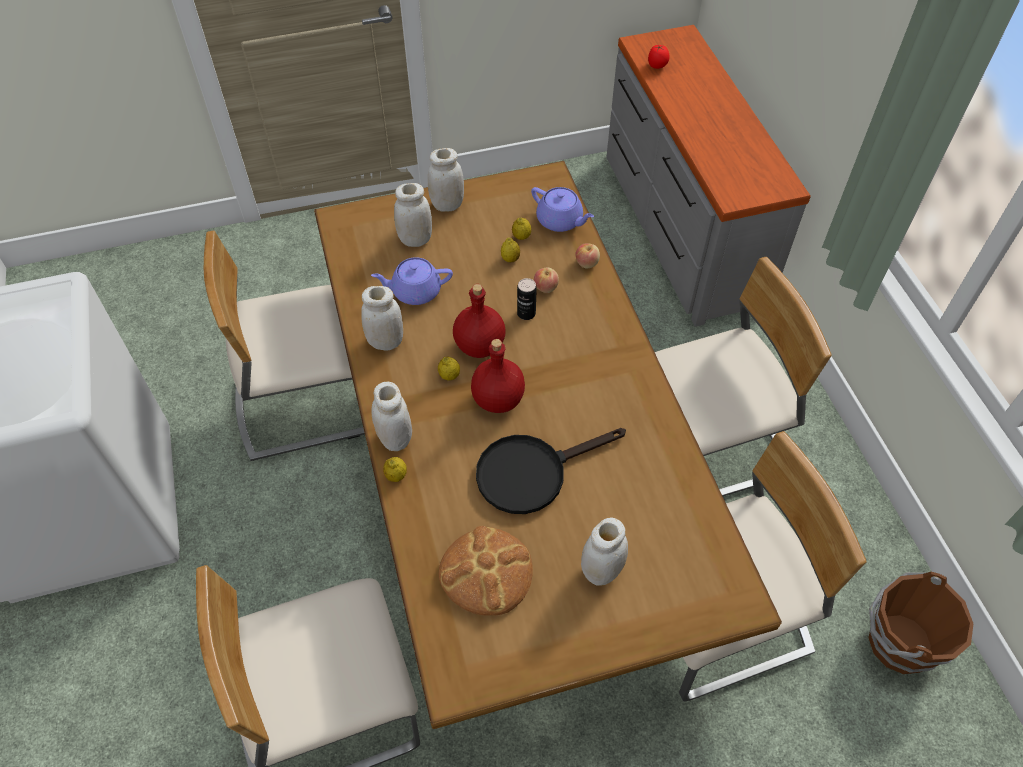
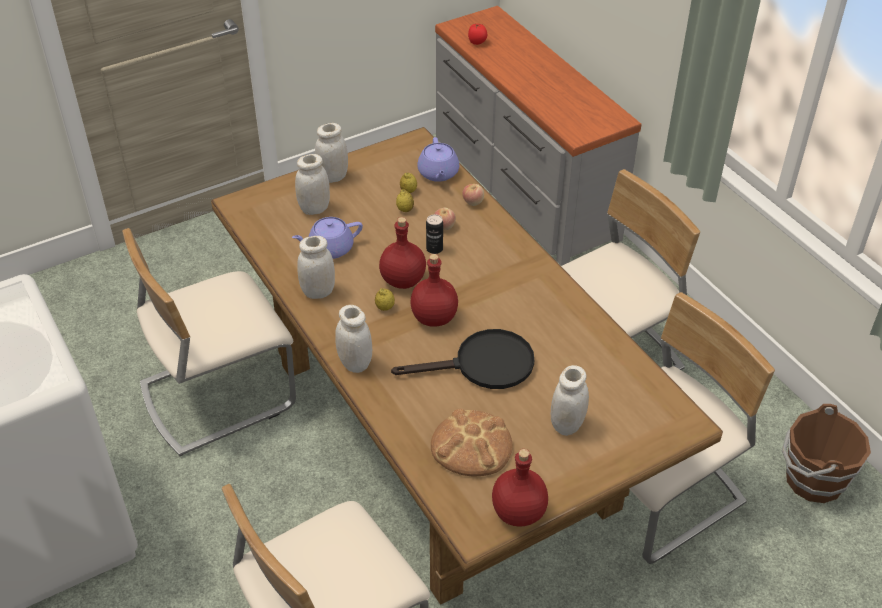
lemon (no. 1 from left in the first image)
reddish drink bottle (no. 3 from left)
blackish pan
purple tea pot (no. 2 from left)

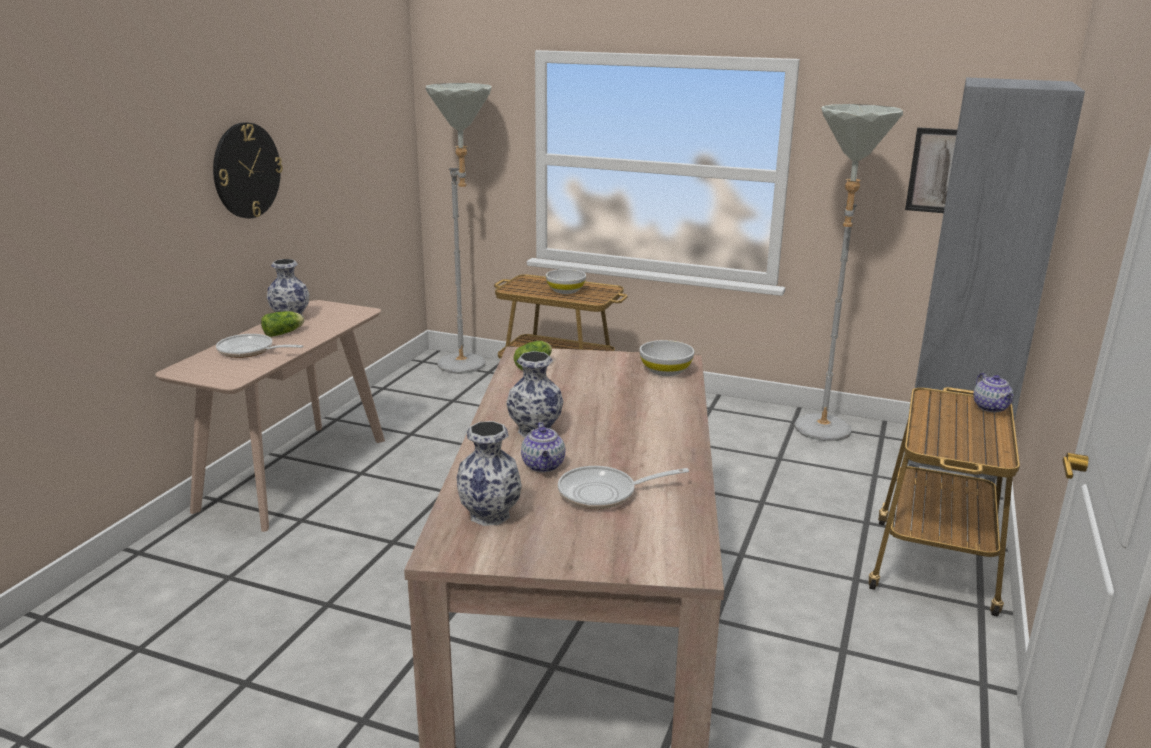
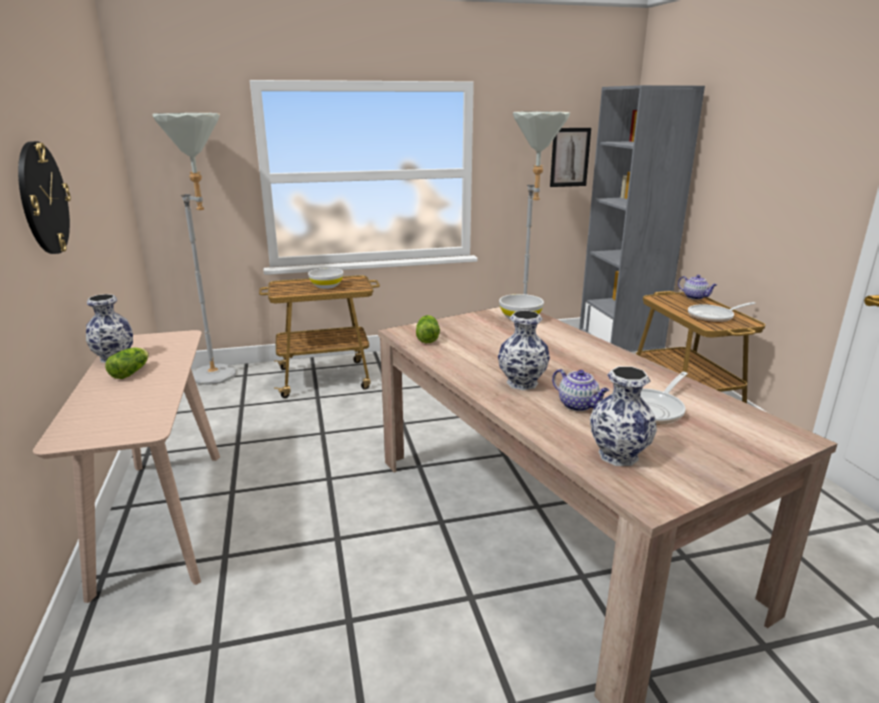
pan (no. 2 from left)

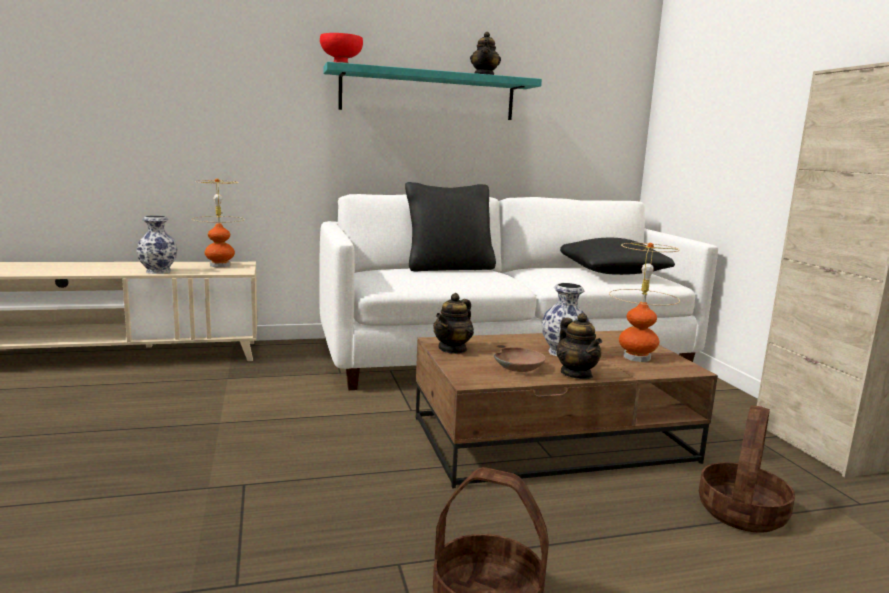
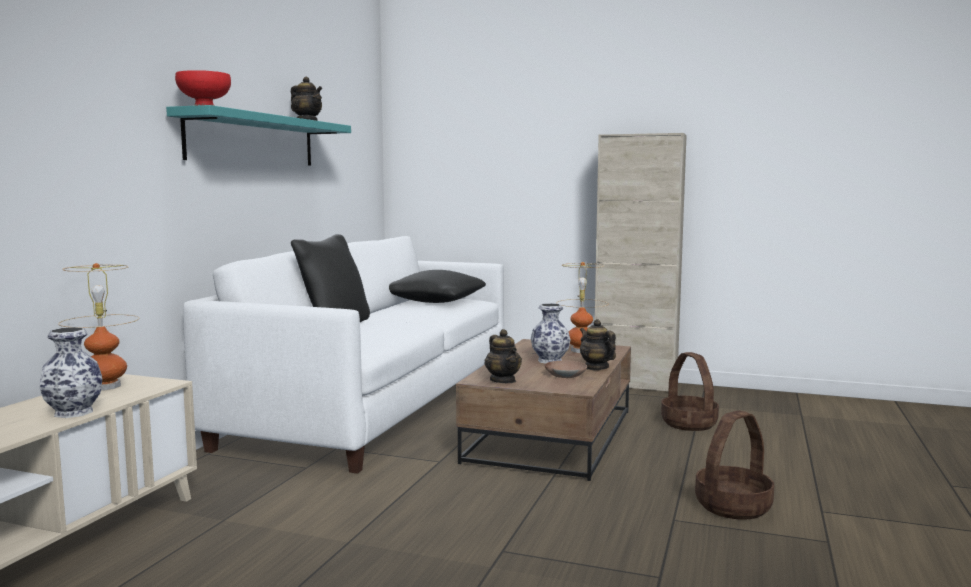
tea pot (no. 3 from left)

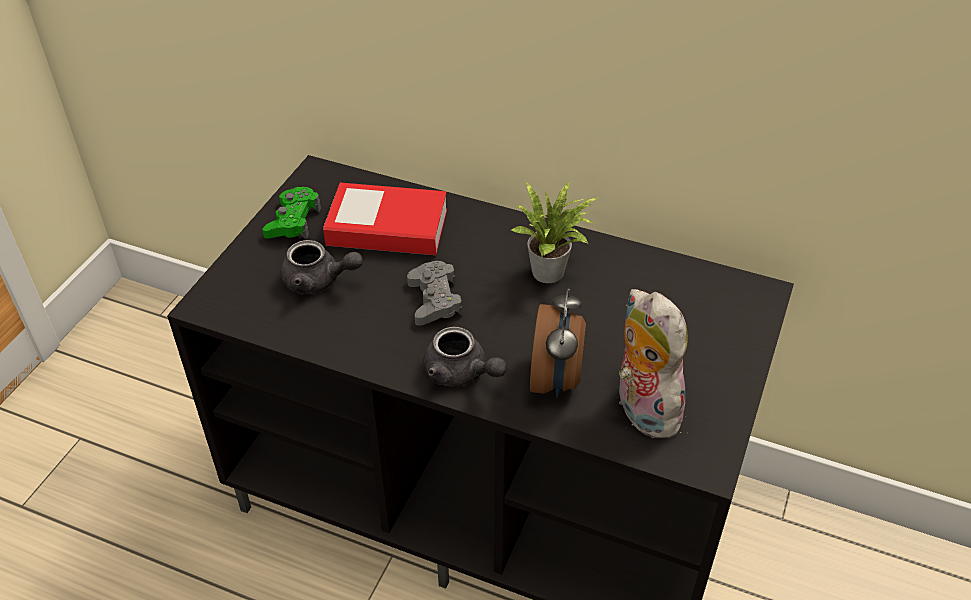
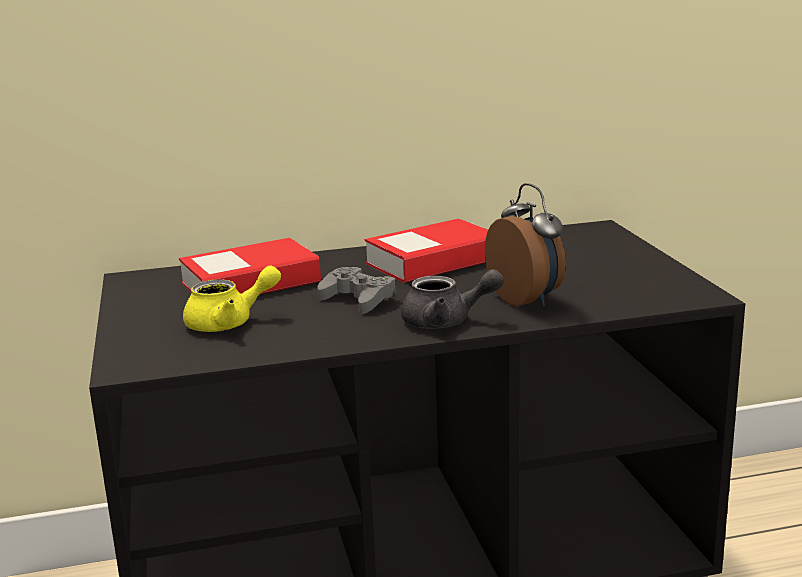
green-coloured gamepad
cuddly toy
book (no. 2 from left)
yellowish tea pot

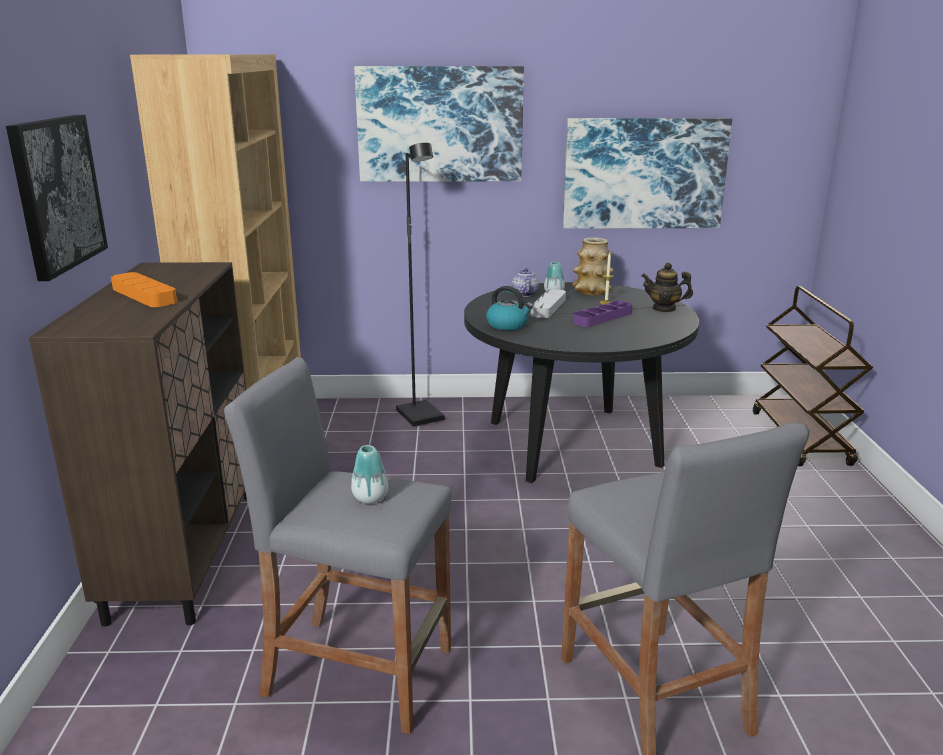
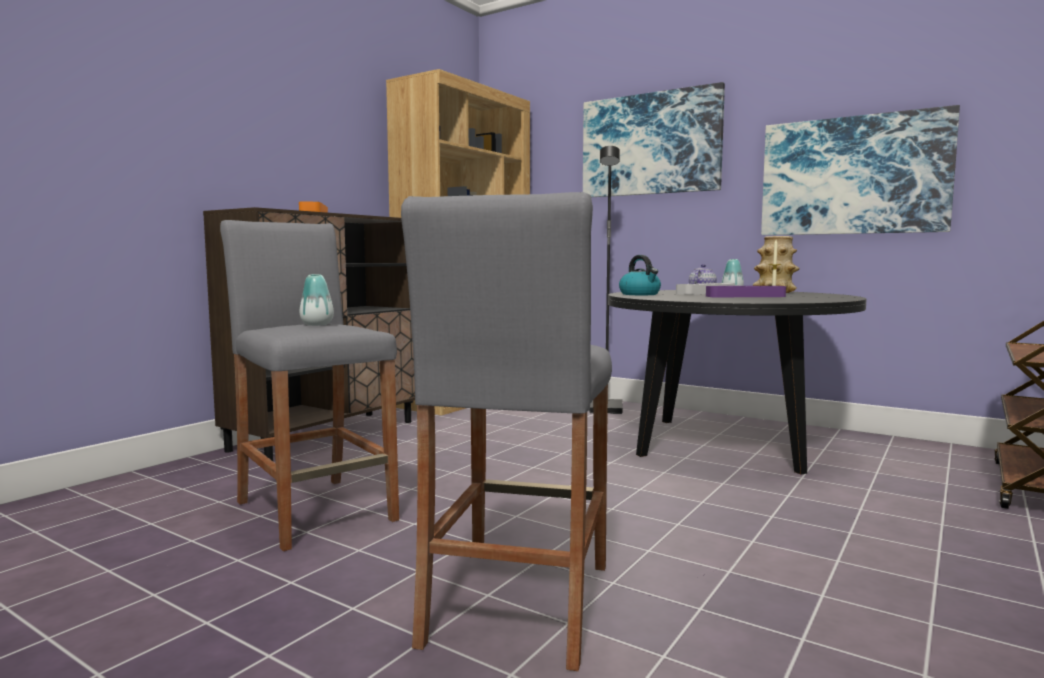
wall art (no. 1 from left in the first image)
tea pot (no. 2 from left in the first image)

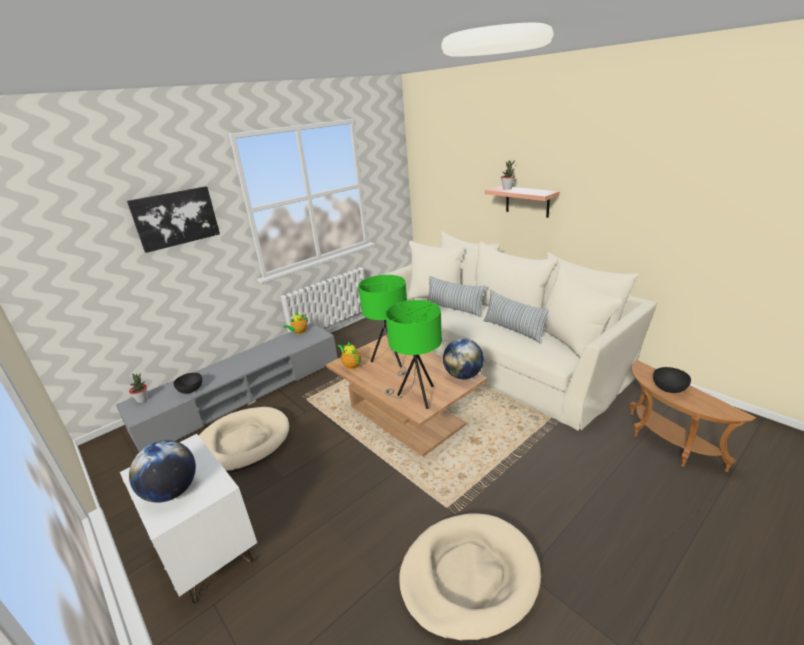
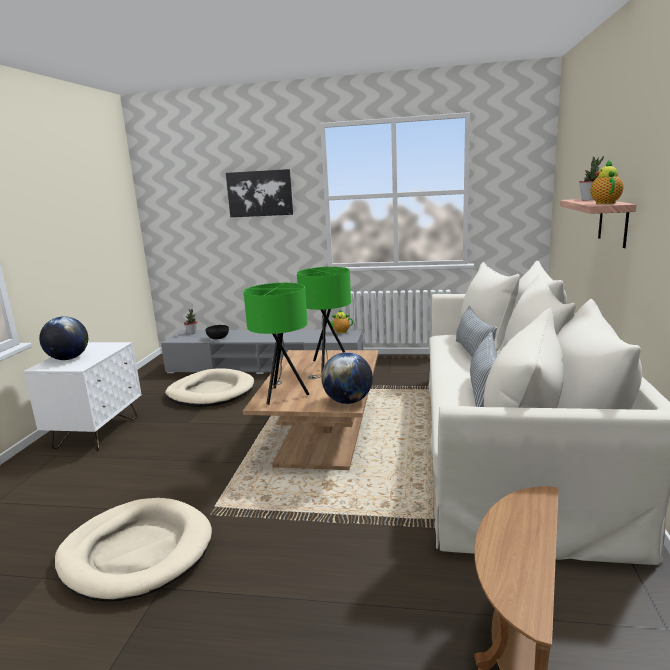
blackish deep dish (no. 2 from left in the first image)
tea pot (no. 2 from left)

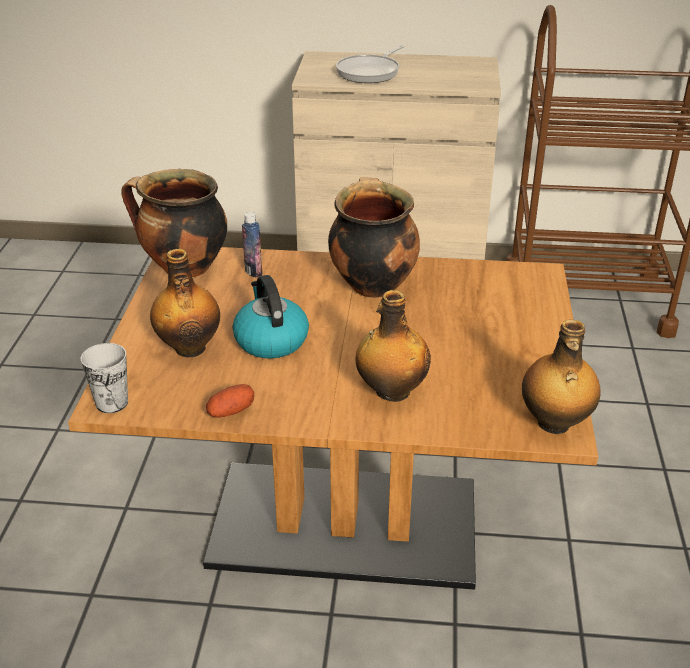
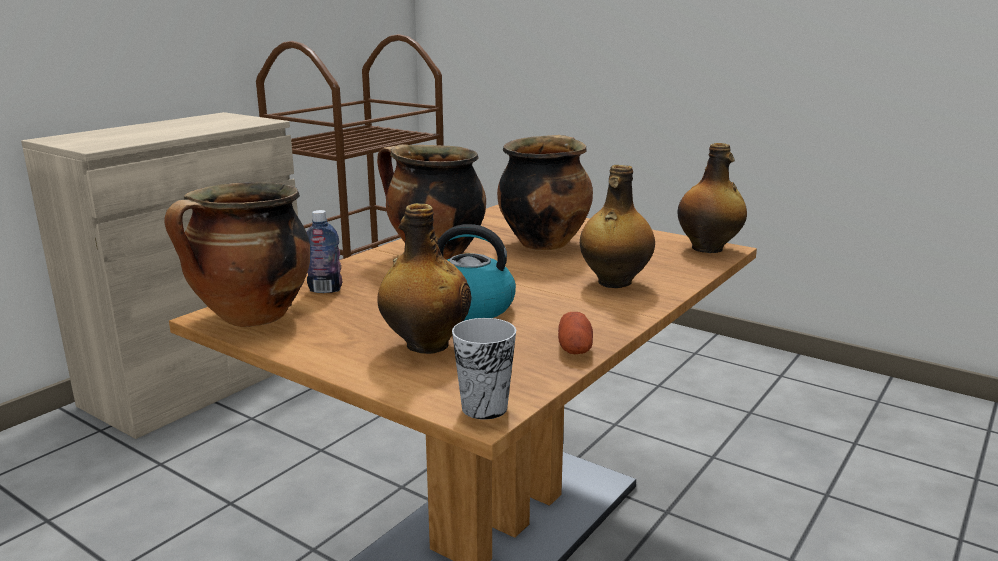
pan
cooking pot (no. 3 from left)

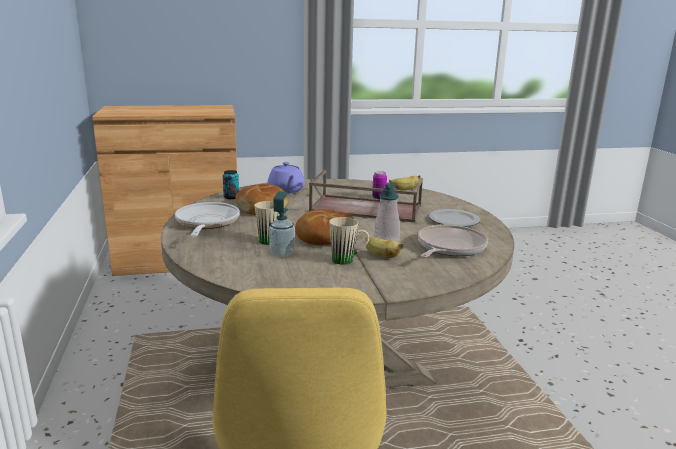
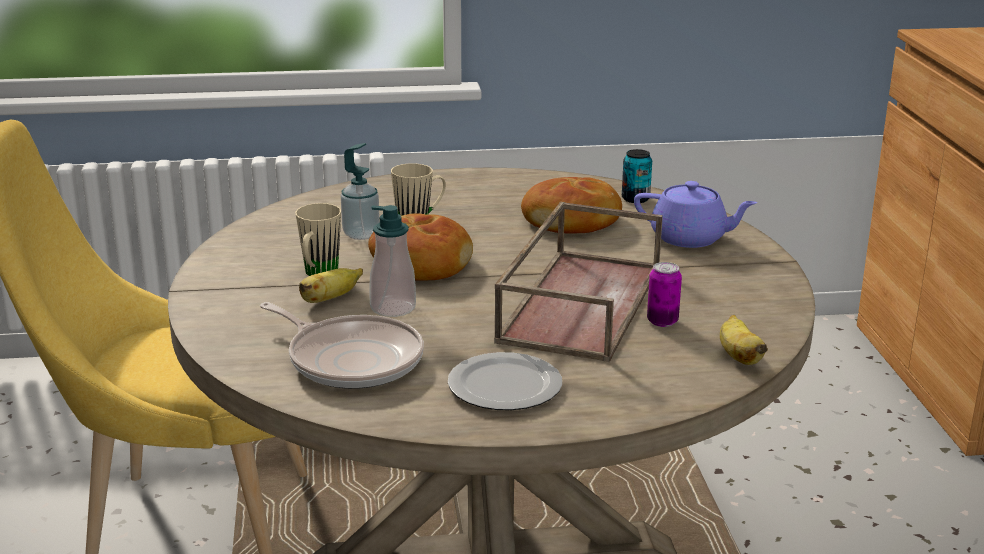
pan (no. 1 from left in the first image)
purple tea pot

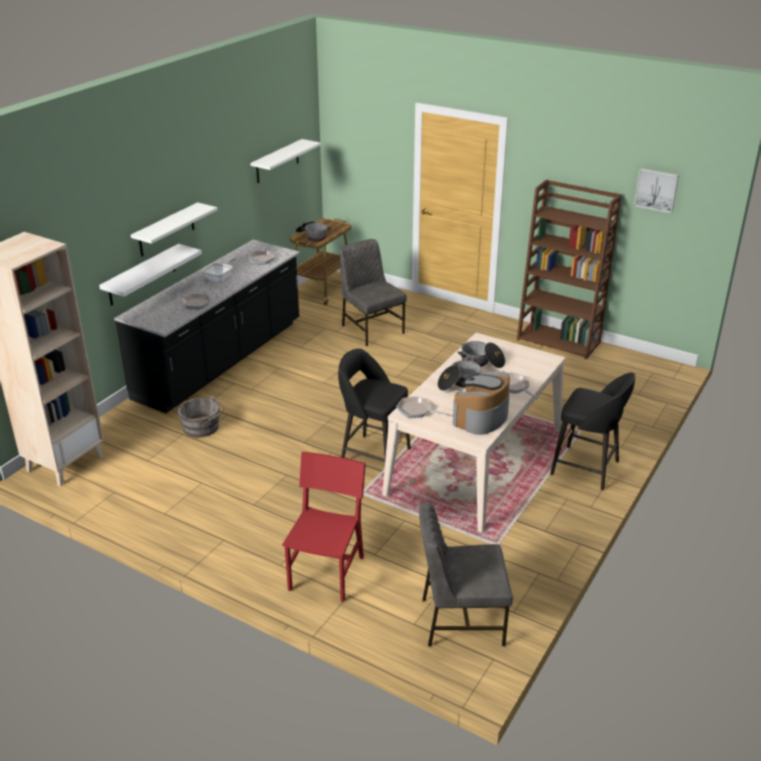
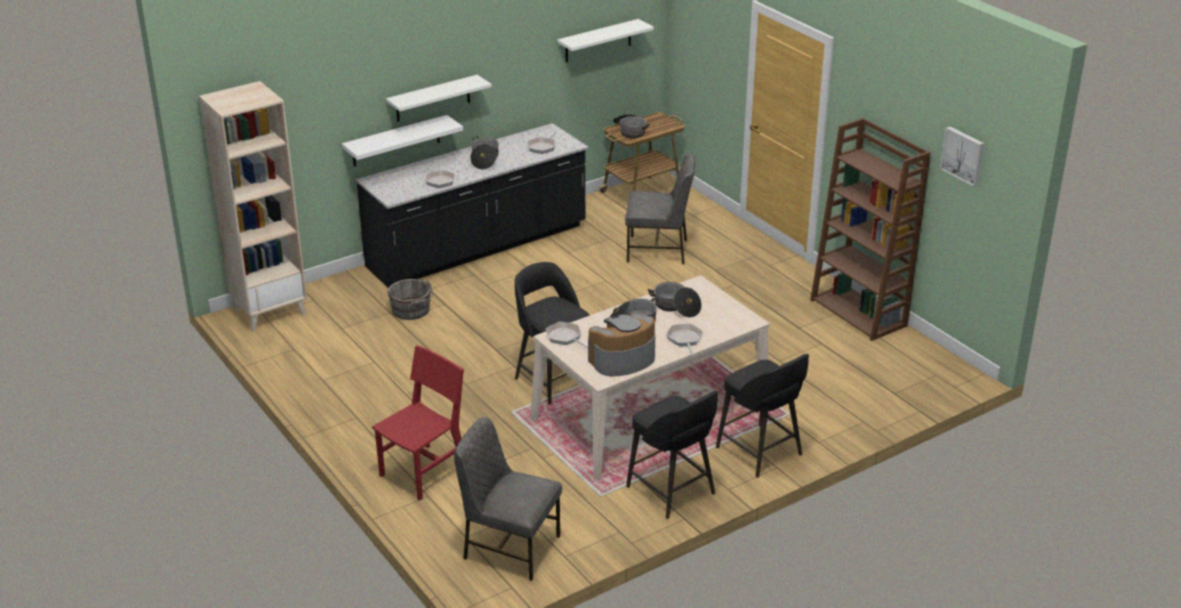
blackish stool (no. 2 from left)
cooking pot (no. 1 from left)
grey plain chair (no. 2 from left)

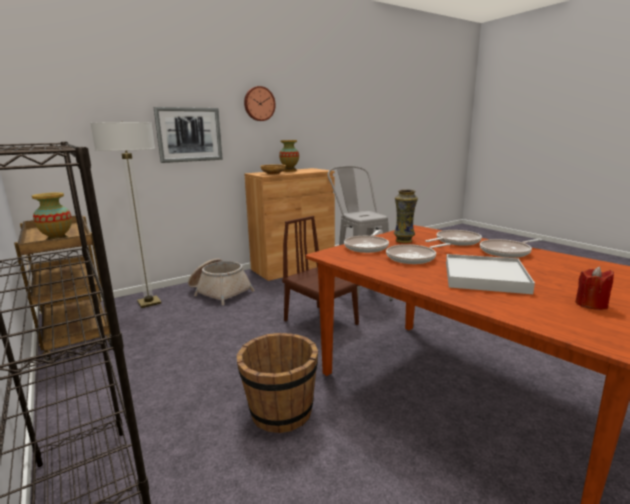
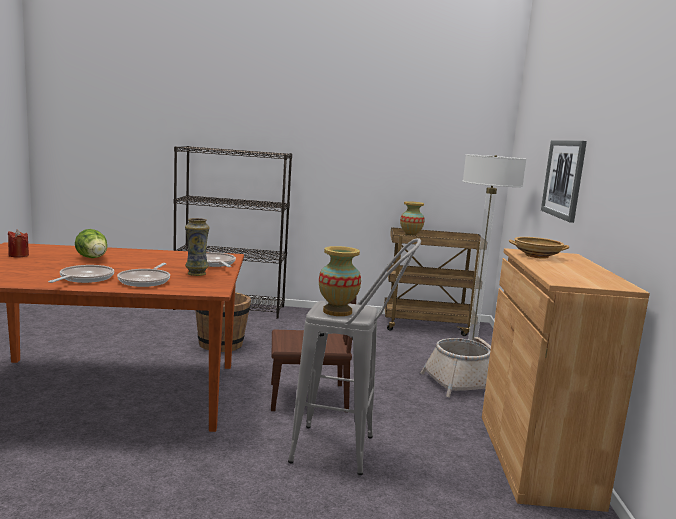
wall clock
pan (no. 2 from left in the first image)
vase (no. 2 from left)
head of lettuce

